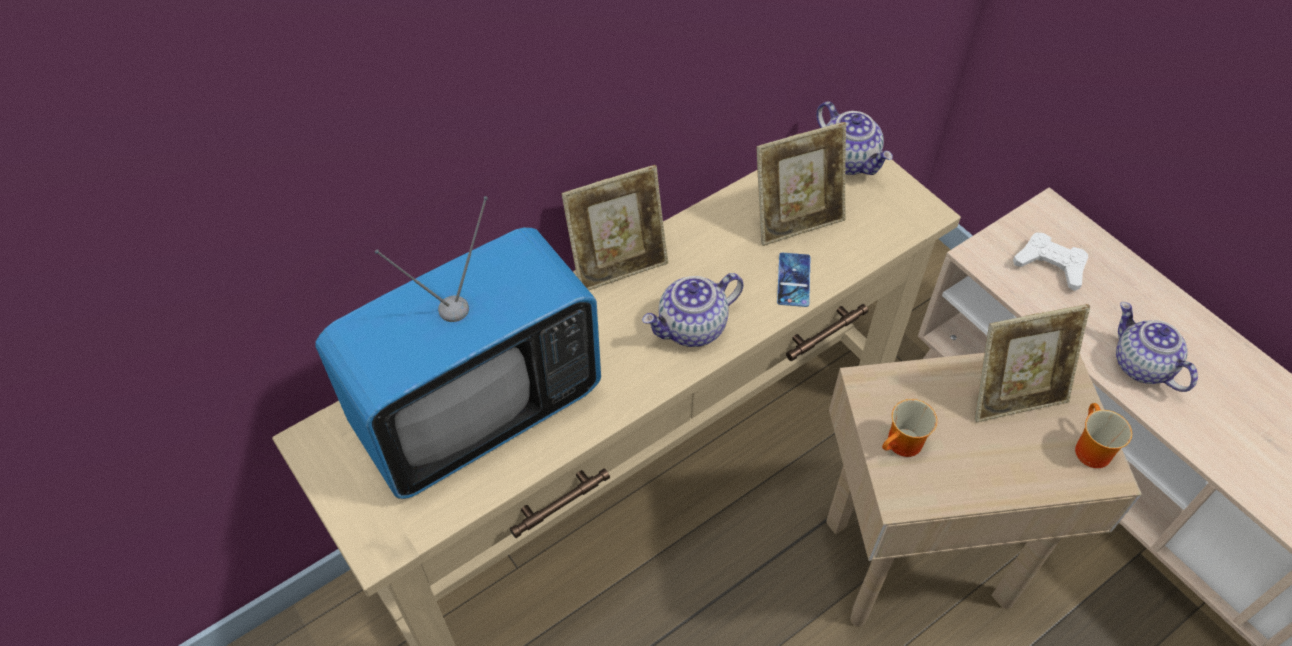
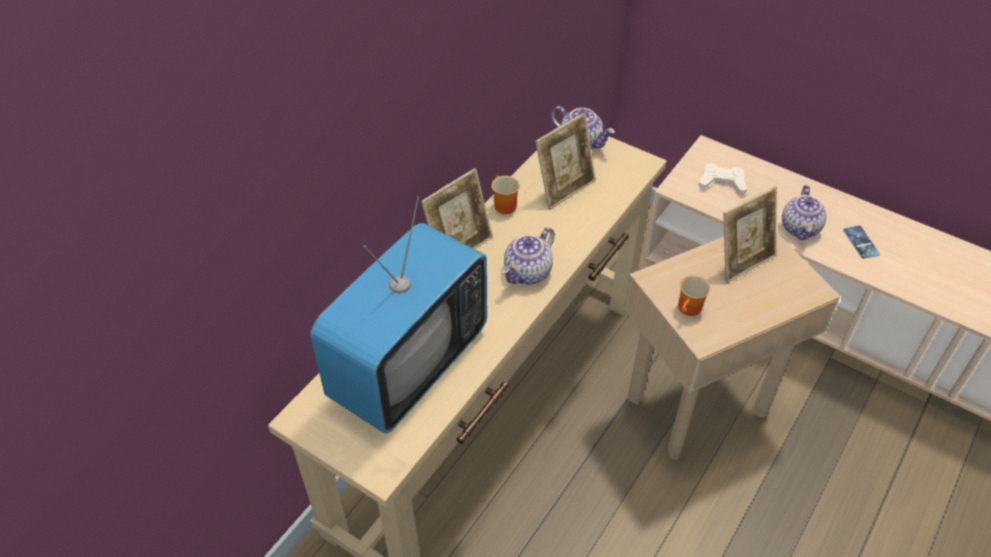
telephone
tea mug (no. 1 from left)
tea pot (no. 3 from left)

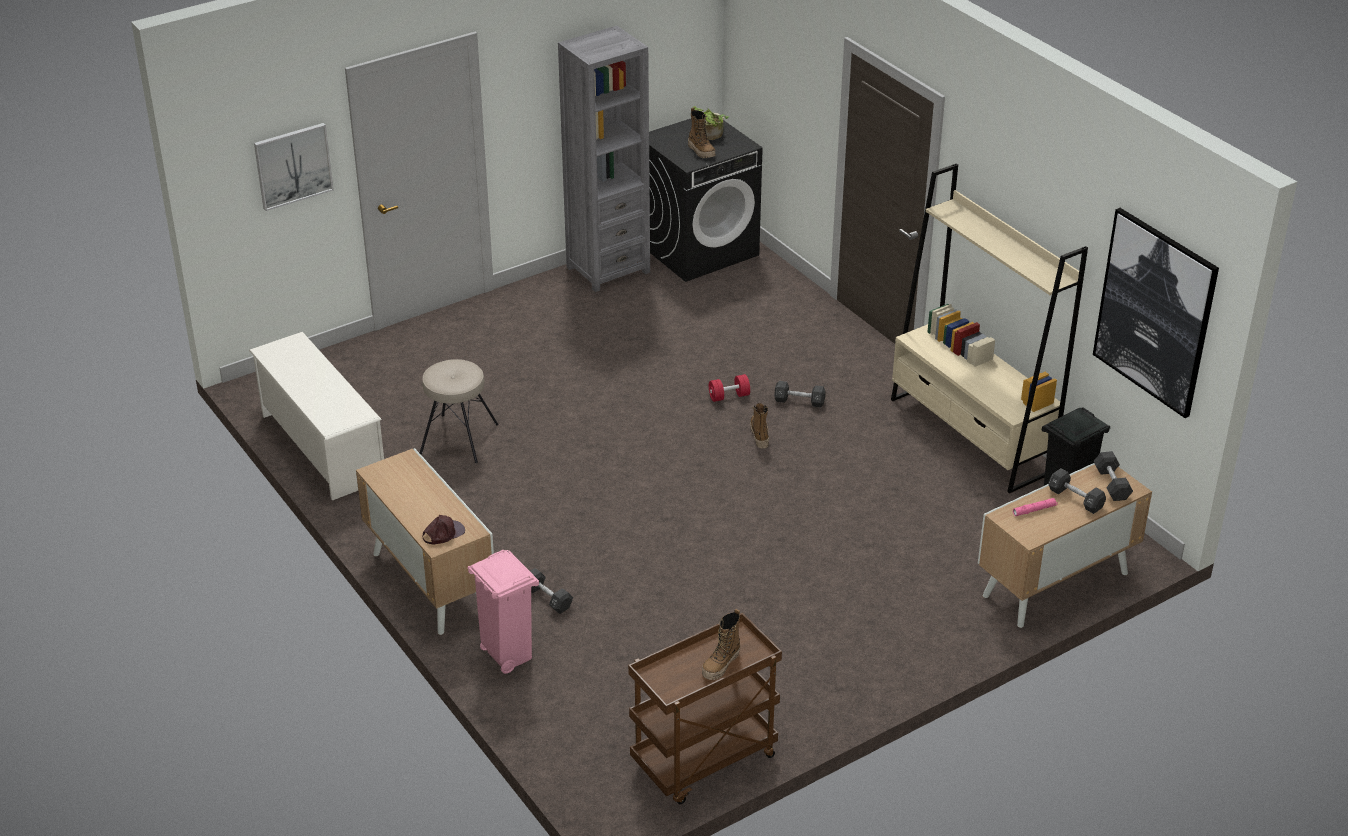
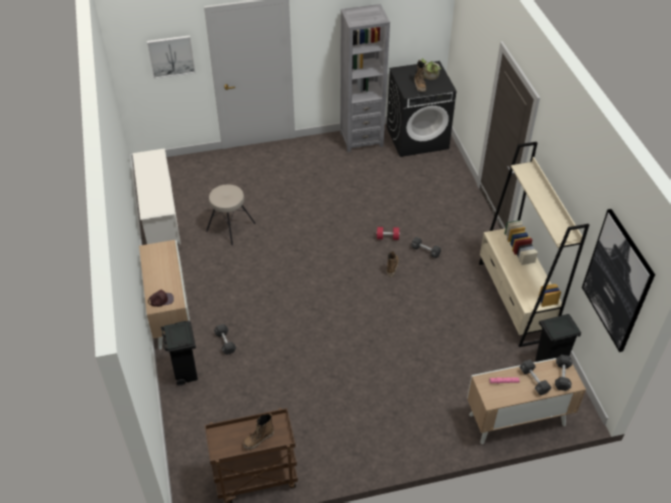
blackish trash can (no. 1 from left)

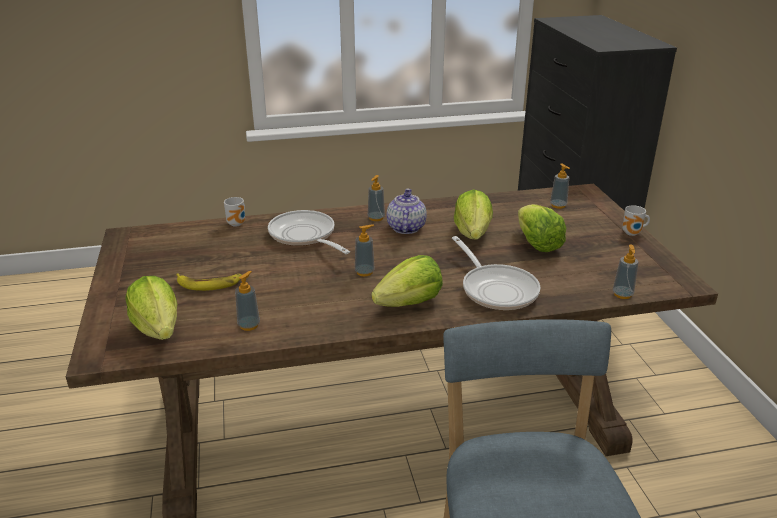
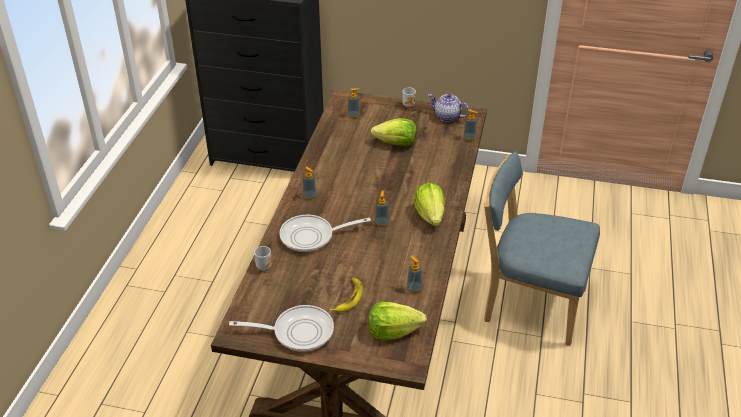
head of lettuce (no. 3 from left in the first image)
tea pot
pan (no. 1 from left)

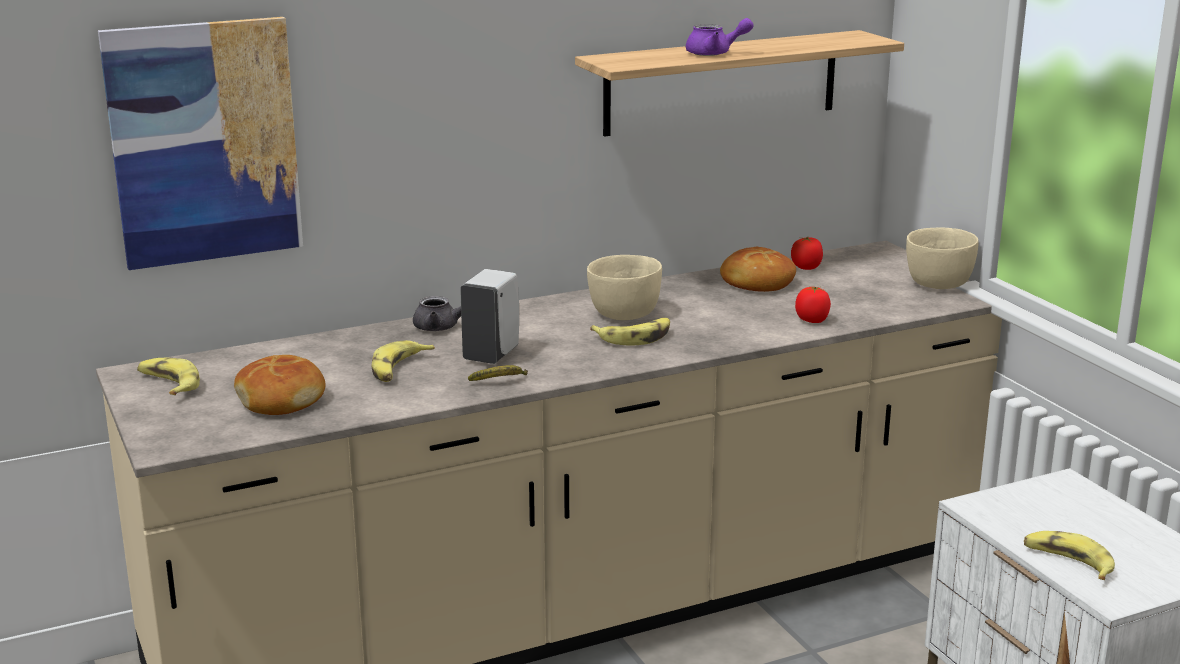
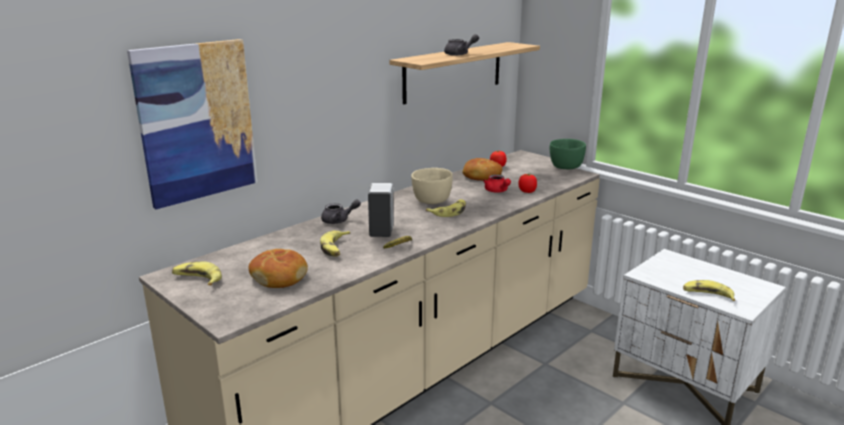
reddish tea pot
grey tea pot (no. 2 from left)
green-coloured deep dish

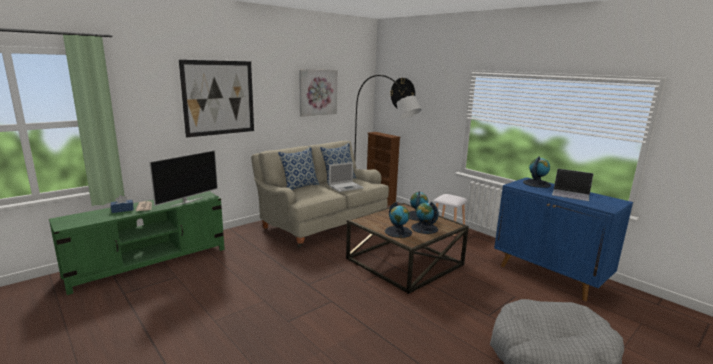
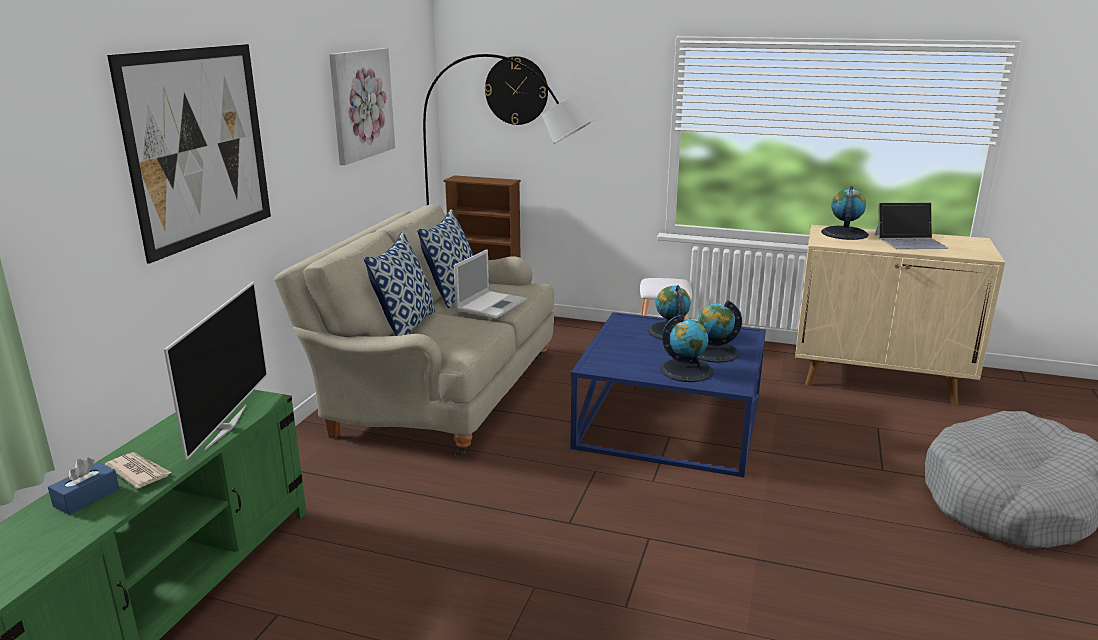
blue lounge table
beige-coloured cupboard

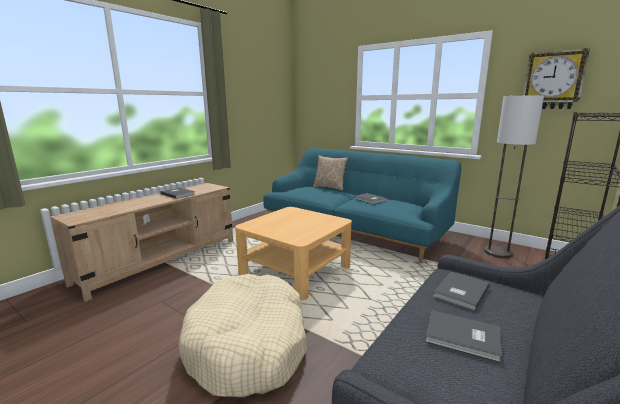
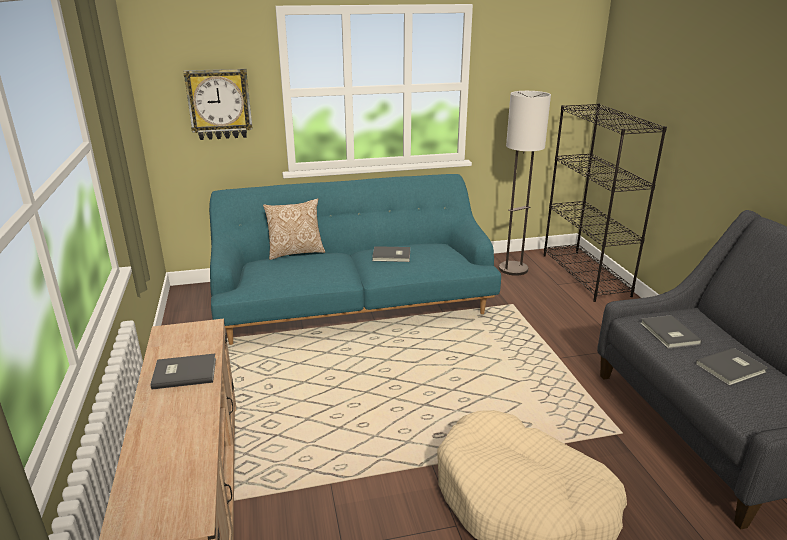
beige-coloured lounge table
wall clock

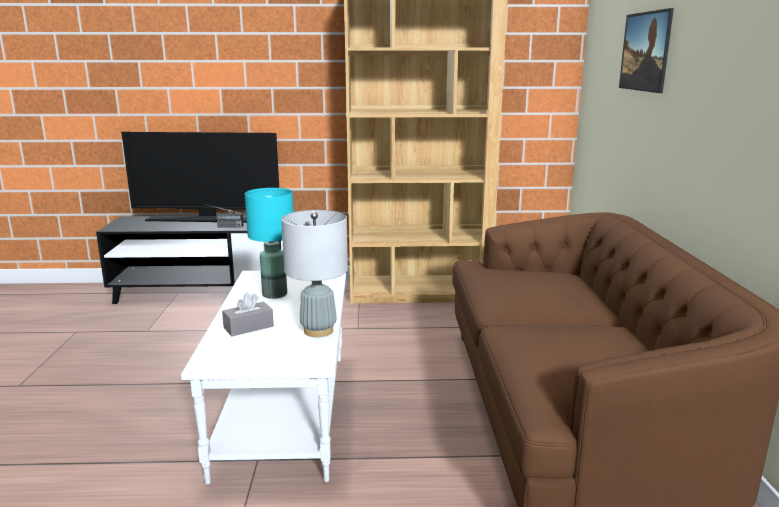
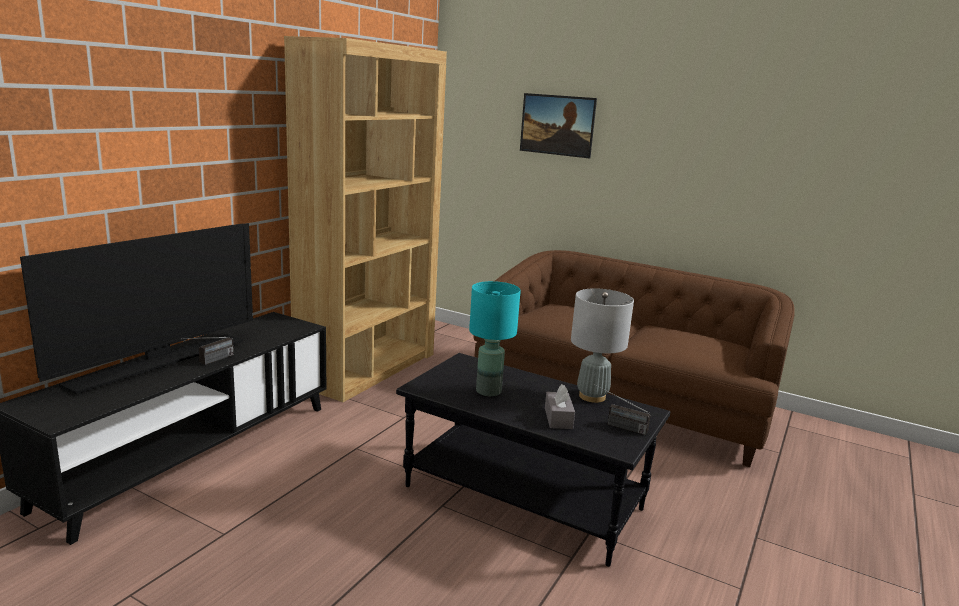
radio receiver (no. 2 from left)
blackish lounge table

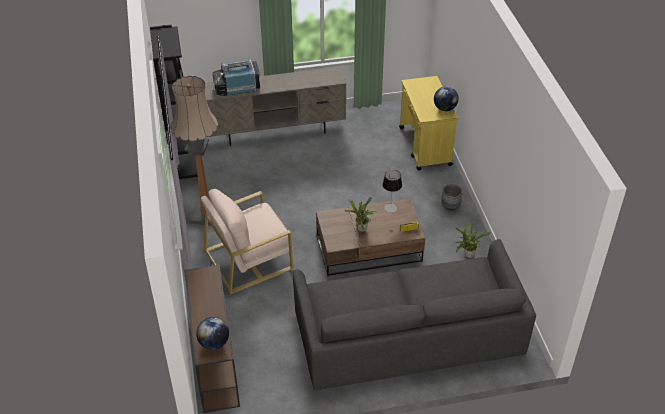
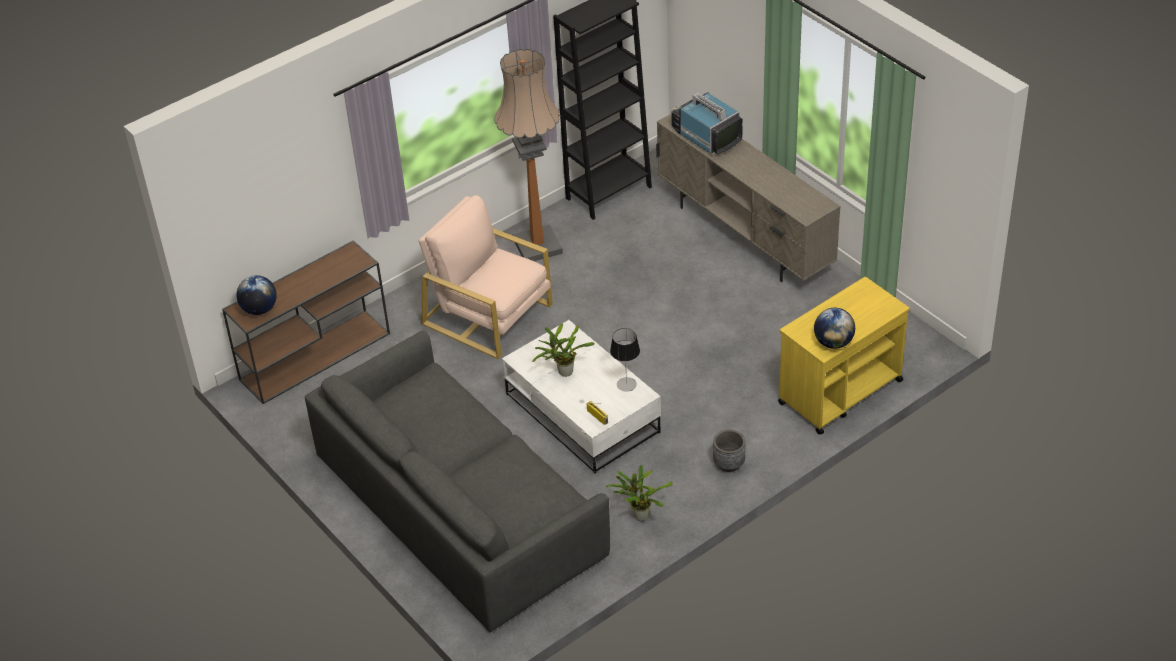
white-coloured lounge table

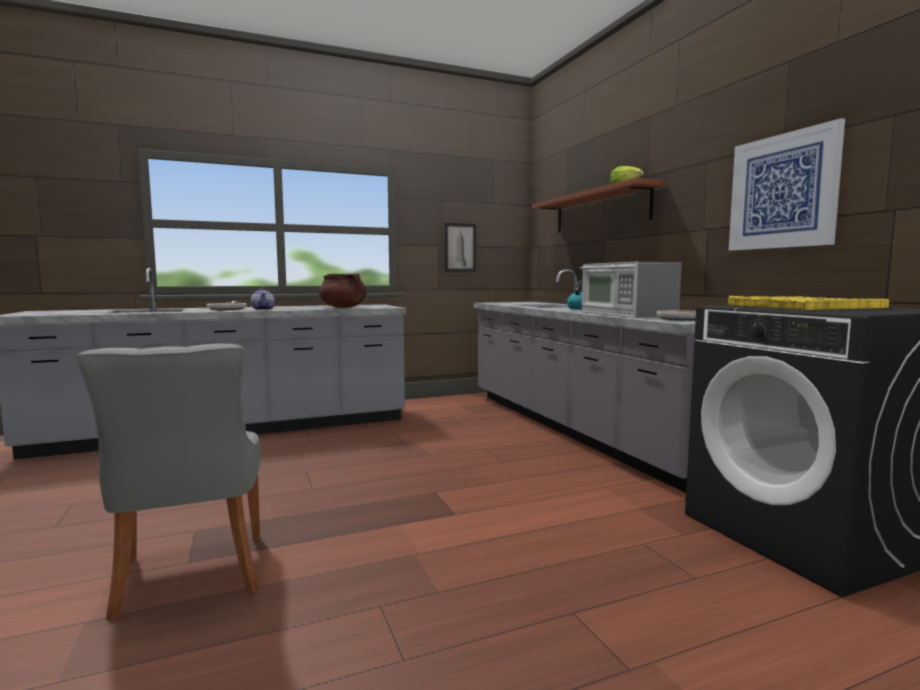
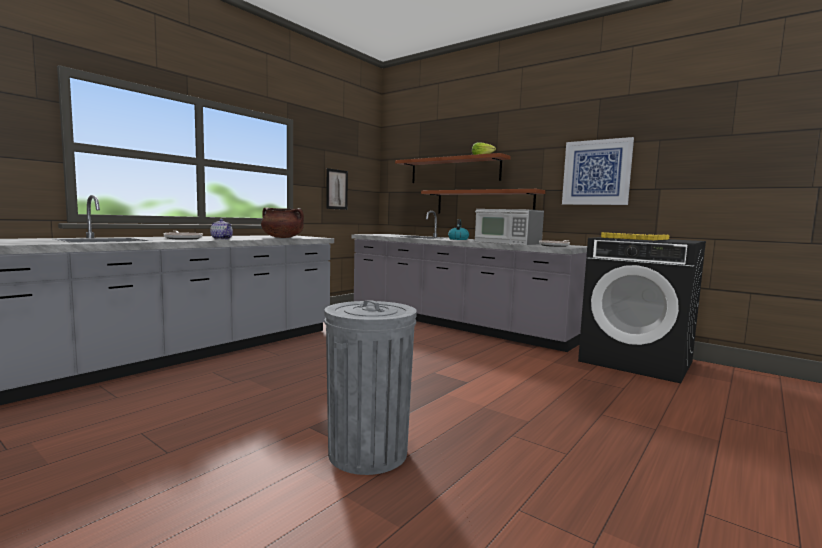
brown-coloured shelf (no. 2 from left)
grey trash can

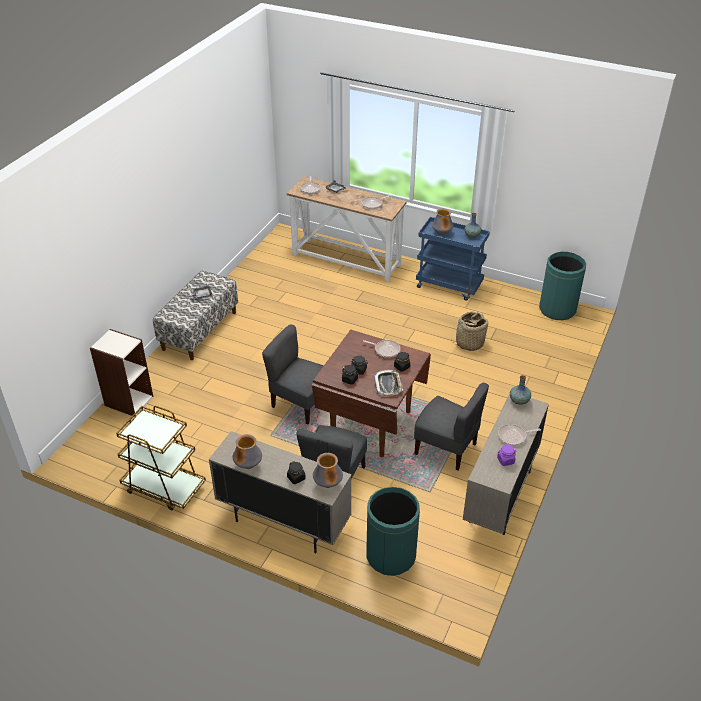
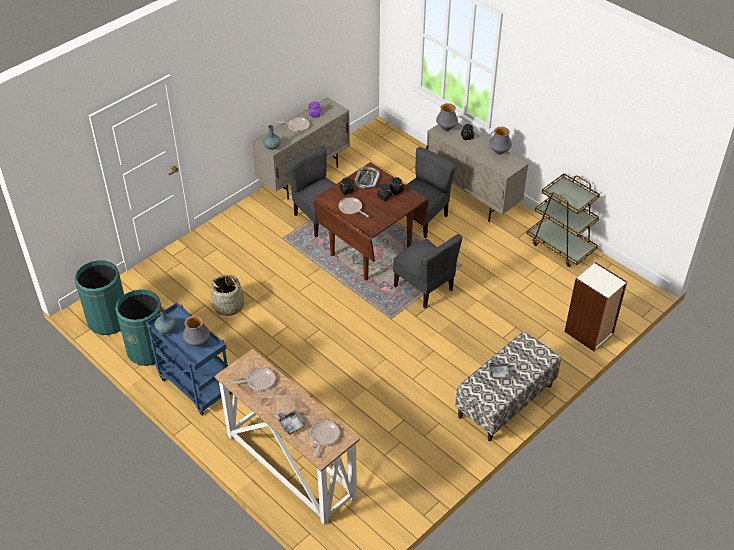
green-coloured trash can (no. 2 from left)

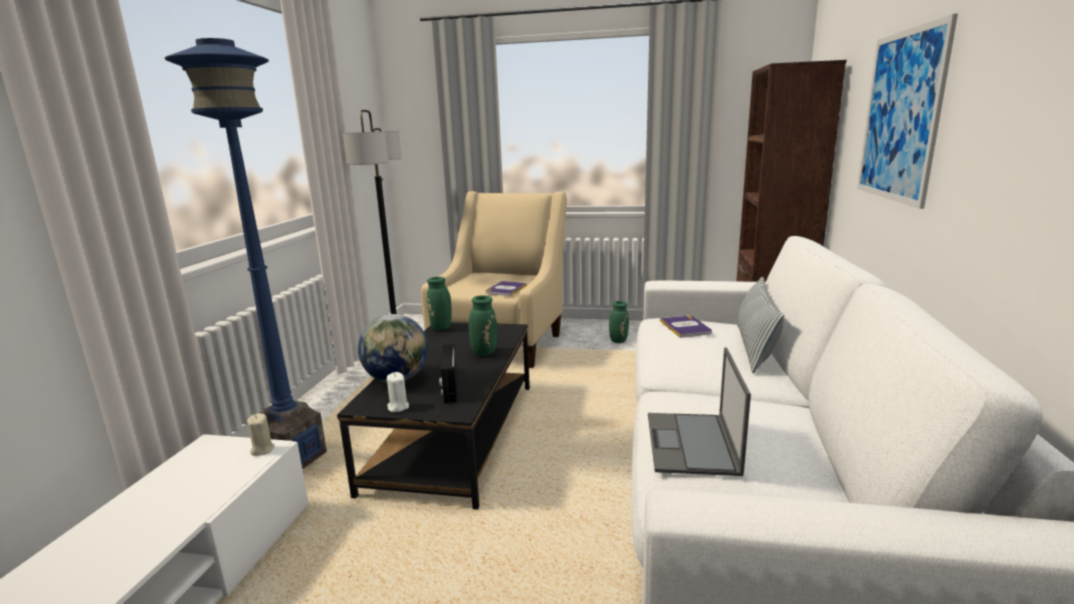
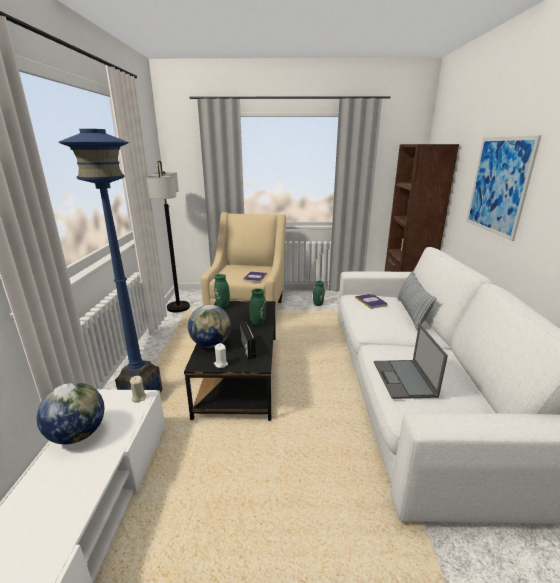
globe (no. 1 from left)

